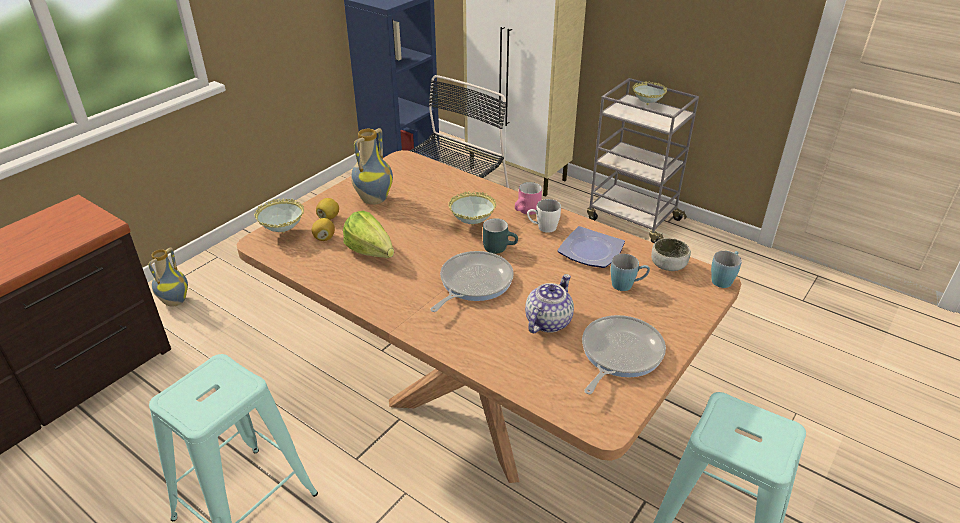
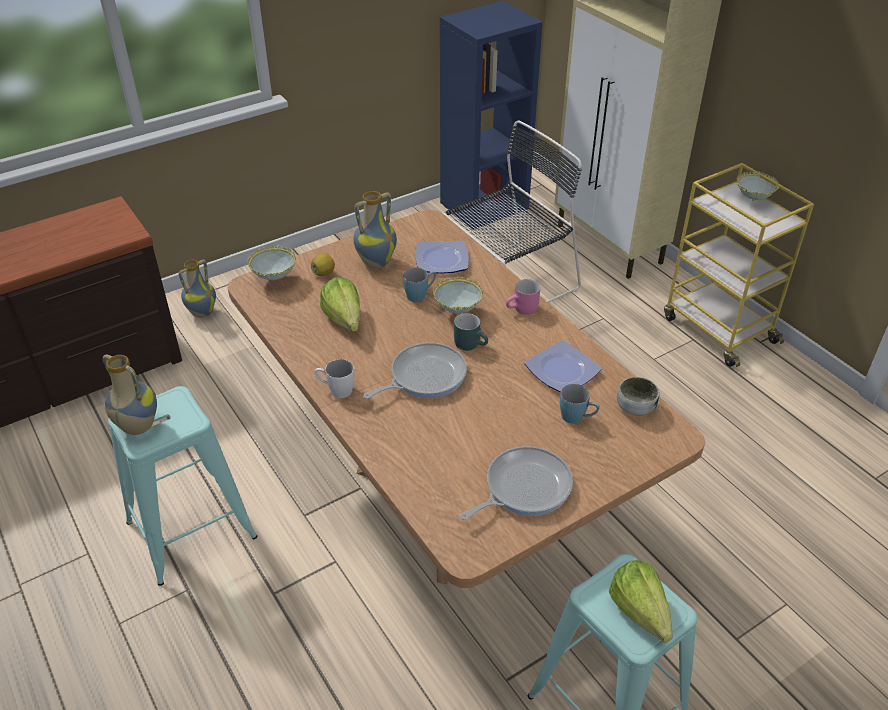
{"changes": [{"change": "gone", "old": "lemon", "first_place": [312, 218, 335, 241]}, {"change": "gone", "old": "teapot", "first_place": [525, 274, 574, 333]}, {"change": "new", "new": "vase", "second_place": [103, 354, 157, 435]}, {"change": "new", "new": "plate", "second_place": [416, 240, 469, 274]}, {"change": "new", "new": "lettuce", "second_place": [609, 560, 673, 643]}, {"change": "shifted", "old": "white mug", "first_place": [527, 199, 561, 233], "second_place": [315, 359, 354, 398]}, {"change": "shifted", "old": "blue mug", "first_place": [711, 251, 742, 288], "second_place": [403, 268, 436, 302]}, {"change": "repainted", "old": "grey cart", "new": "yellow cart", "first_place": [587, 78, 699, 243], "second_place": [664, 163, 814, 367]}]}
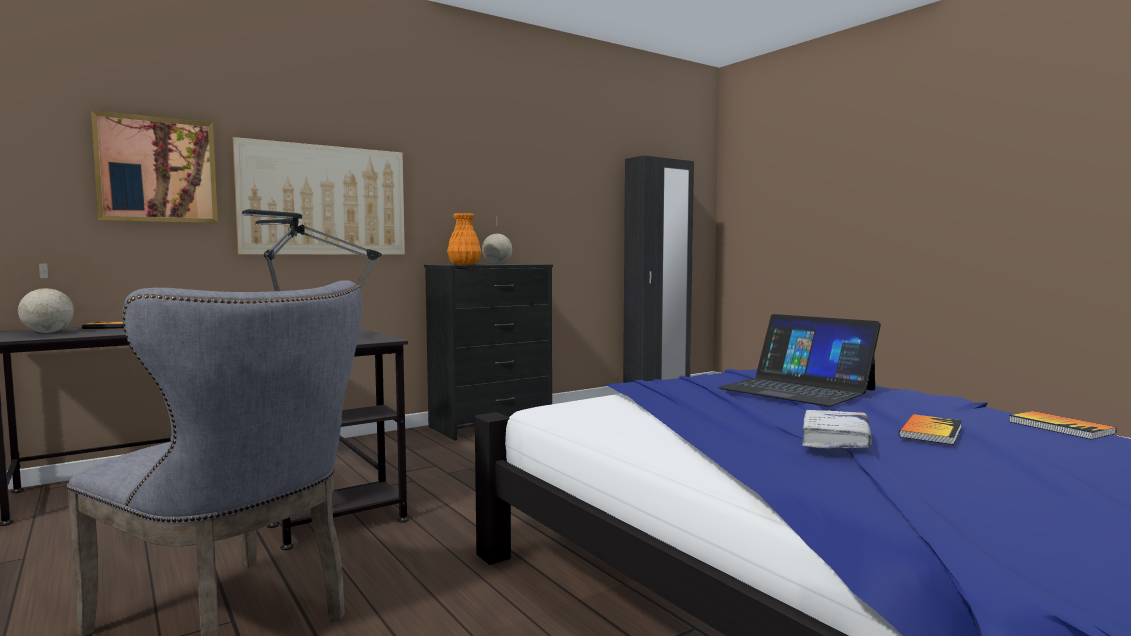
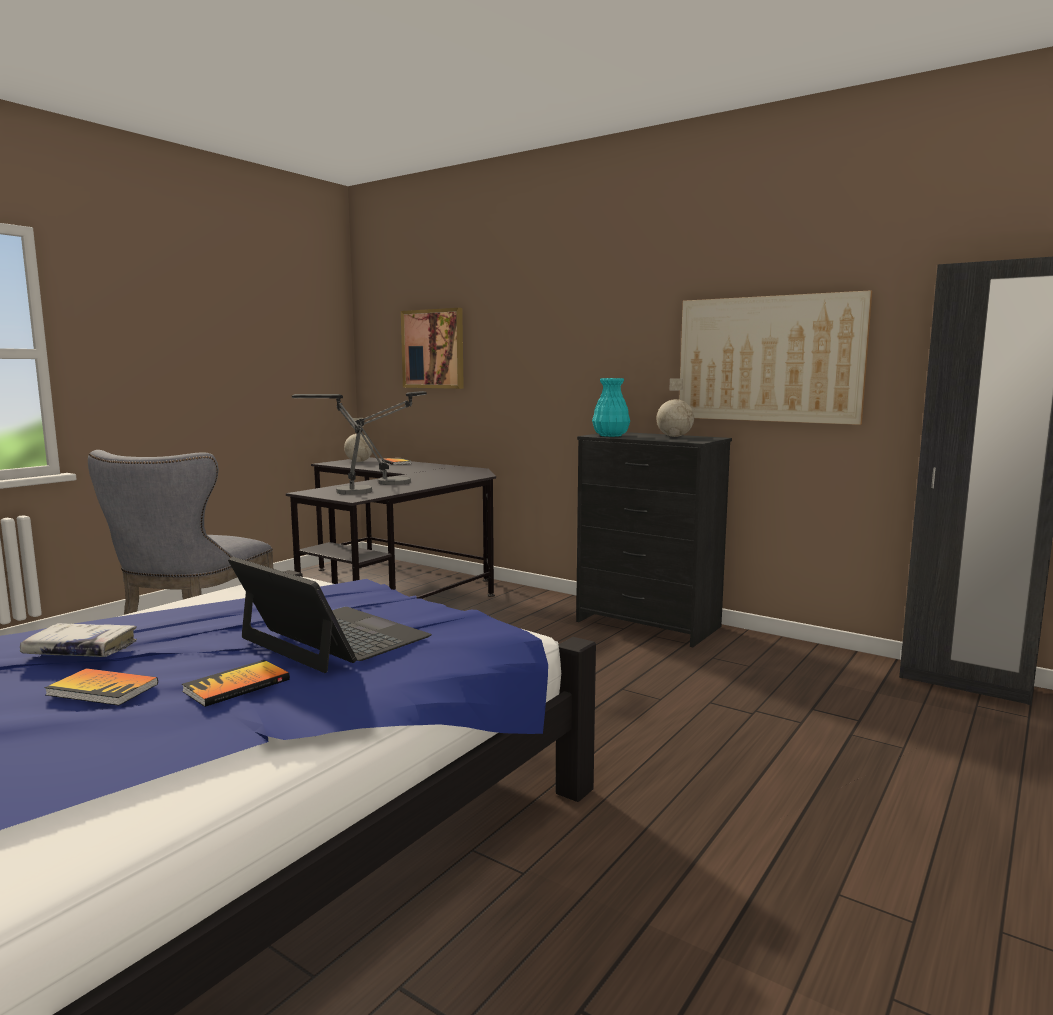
{"changes": [{"change": "shifted", "old": "picture", "first_place": [233, 137, 405, 255], "second_place": [679, 290, 872, 425]}, {"change": "shifted", "old": "book", "first_place": [1009, 411, 1117, 440], "second_place": [182, 660, 290, 707]}, {"change": "repainted", "old": "orange vase", "new": "turquoise vase", "first_place": [447, 213, 481, 265], "second_place": [592, 378, 630, 437]}, {"change": "rotated", "old": "laptop", "first_place": [718, 314, 881, 407], "second_place": [228, 557, 432, 673], "degrees": 105}]}
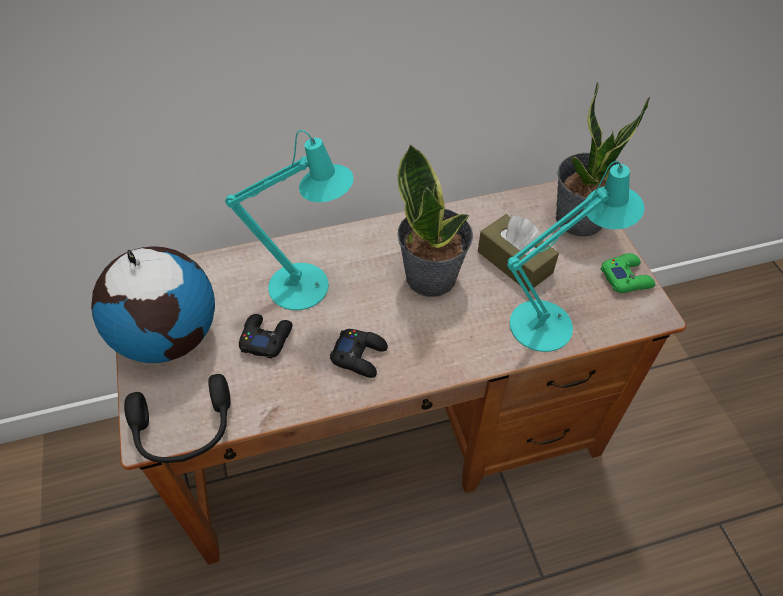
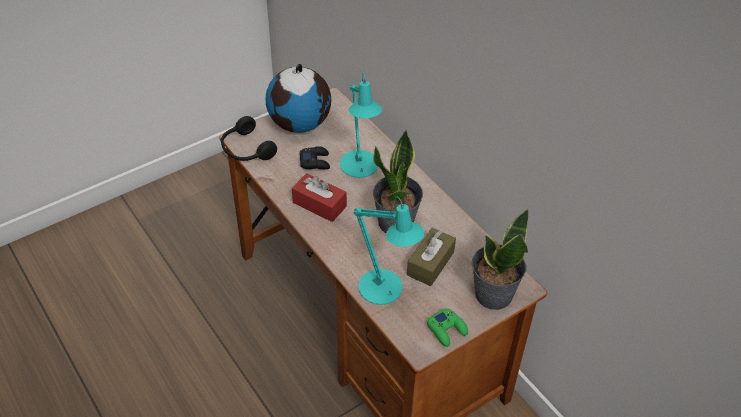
{"changes": [{"change": "swapped", "old": "black game controller", "new": "red tissue box", "first_place": [330, 329, 388, 378], "second_place": [292, 173, 347, 222]}]}
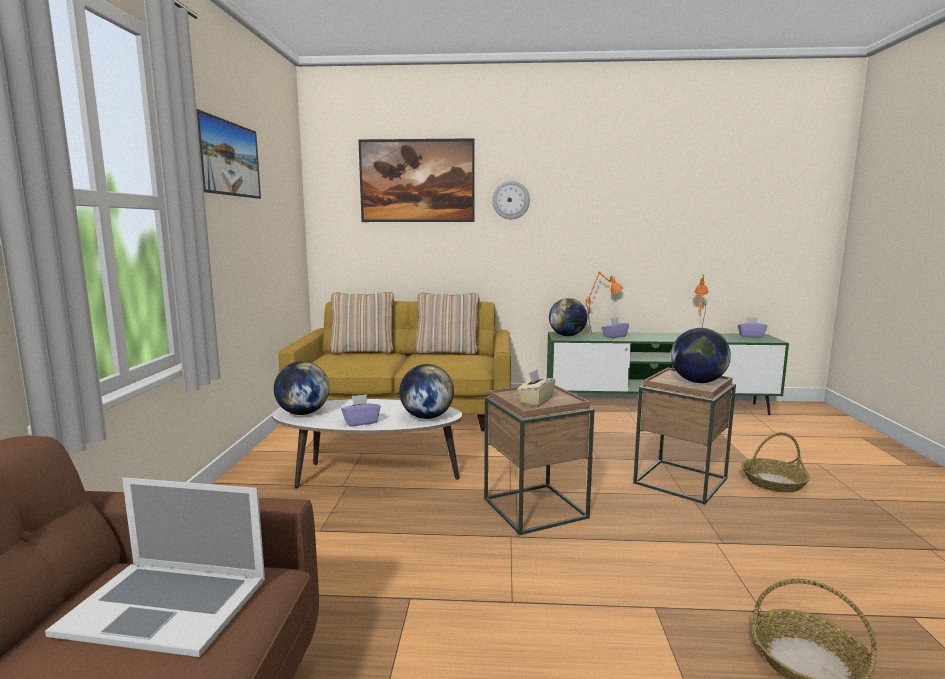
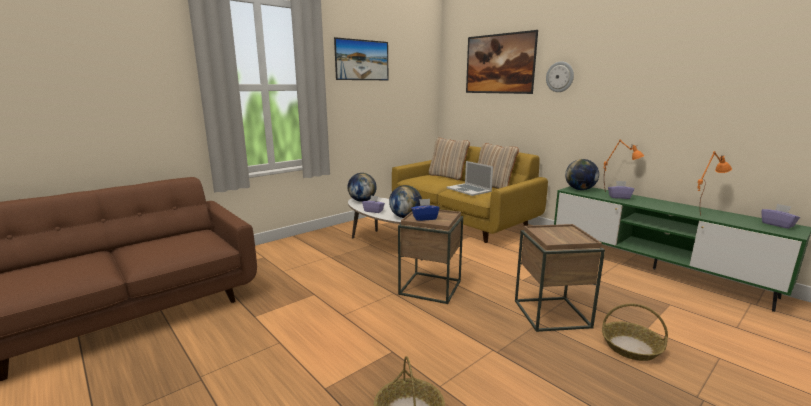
{"changes": [{"change": "gone", "old": "globe", "first_place": [671, 328, 731, 383]}, {"change": "shifted", "old": "laptop", "first_place": [45, 477, 265, 657], "second_place": [446, 161, 493, 196]}, {"change": "repainted", "old": "beige tissue box", "new": "blue tissue box", "first_place": [517, 370, 555, 407], "second_place": [411, 199, 439, 221]}]}
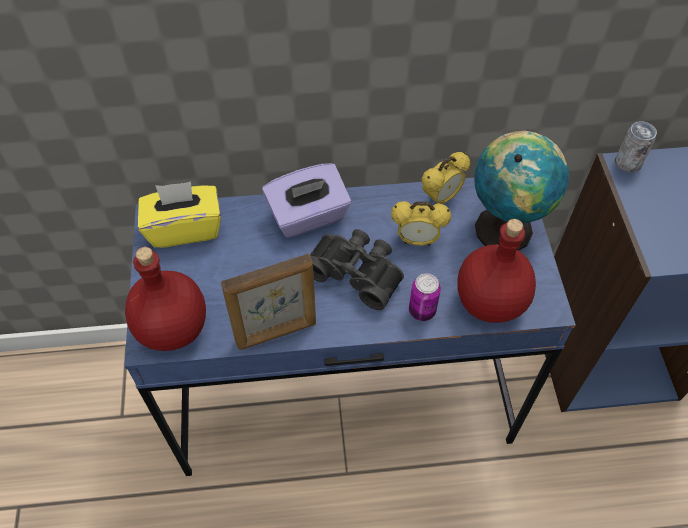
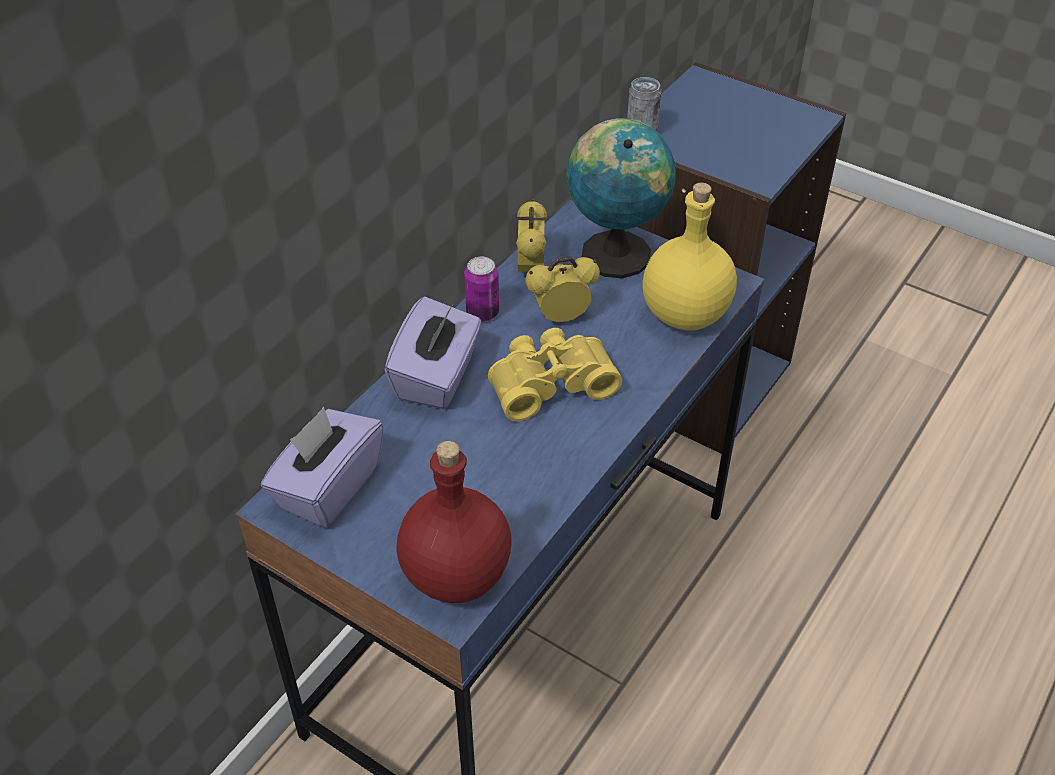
{"changes": [{"change": "gone", "old": "picture frame", "first_place": [221, 254, 316, 350]}, {"change": "shifted", "old": "can", "first_place": [409, 273, 441, 321], "second_place": [464, 257, 499, 322]}, {"change": "repainted", "old": "yellow tissue box", "new": "purple tissue box", "first_place": [138, 182, 221, 248], "second_place": [261, 407, 384, 528]}, {"change": "repainted", "old": "black binoculars", "new": "yellow binoculars", "first_place": [310, 229, 404, 310], "second_place": [488, 328, 622, 421]}, {"change": "repainted", "old": "red bottle", "new": "yellow bottle", "first_place": [458, 219, 536, 323], "second_place": [642, 183, 737, 331]}, {"change": "rotated", "old": "alarm clock", "first_place": [391, 201, 451, 246], "second_place": [525, 256, 600, 322], "degrees": -150}]}
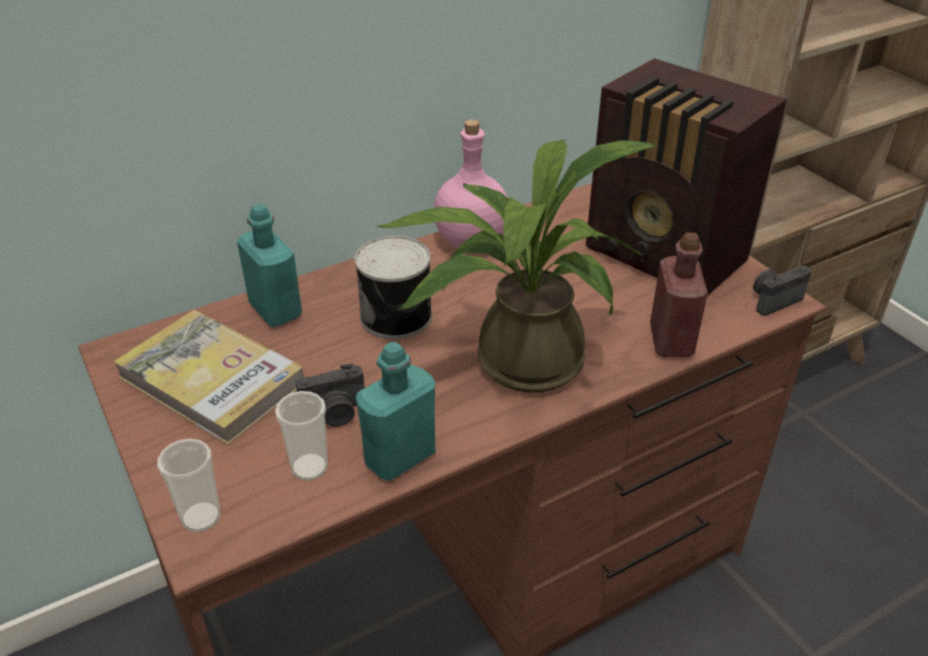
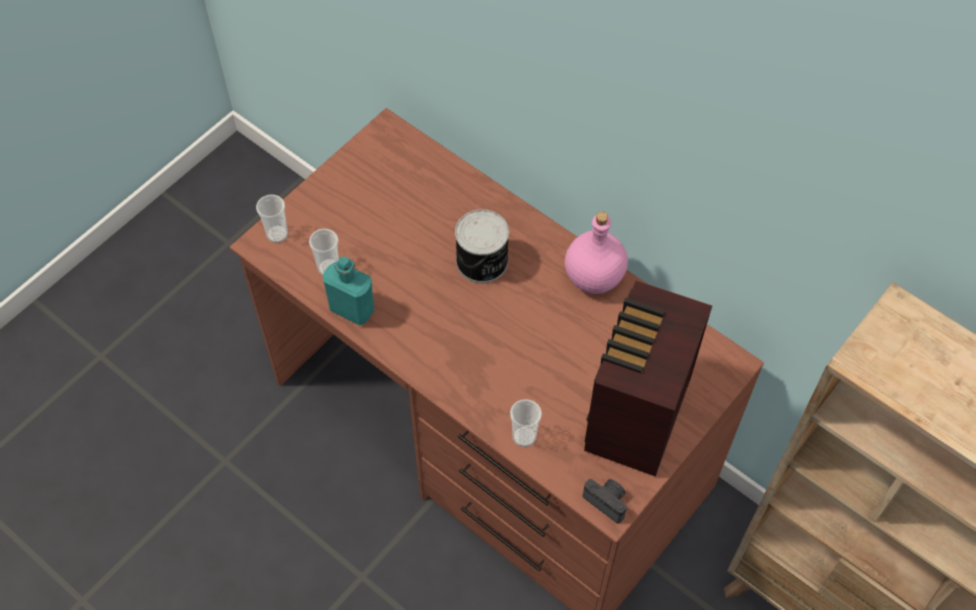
{"changes": [{"change": "gone", "old": "book", "first_place": [114, 310, 304, 445]}, {"change": "gone", "old": "turquoise bottle", "first_place": [237, 204, 302, 327]}, {"change": "gone", "old": "photo camera", "first_place": [295, 363, 365, 427]}, {"change": "gone", "old": "potted plant", "first_place": [377, 140, 658, 393]}, {"change": "swapped", "old": "red bottle", "new": "cup", "first_place": [650, 233, 708, 358], "second_place": [510, 399, 542, 447]}]}
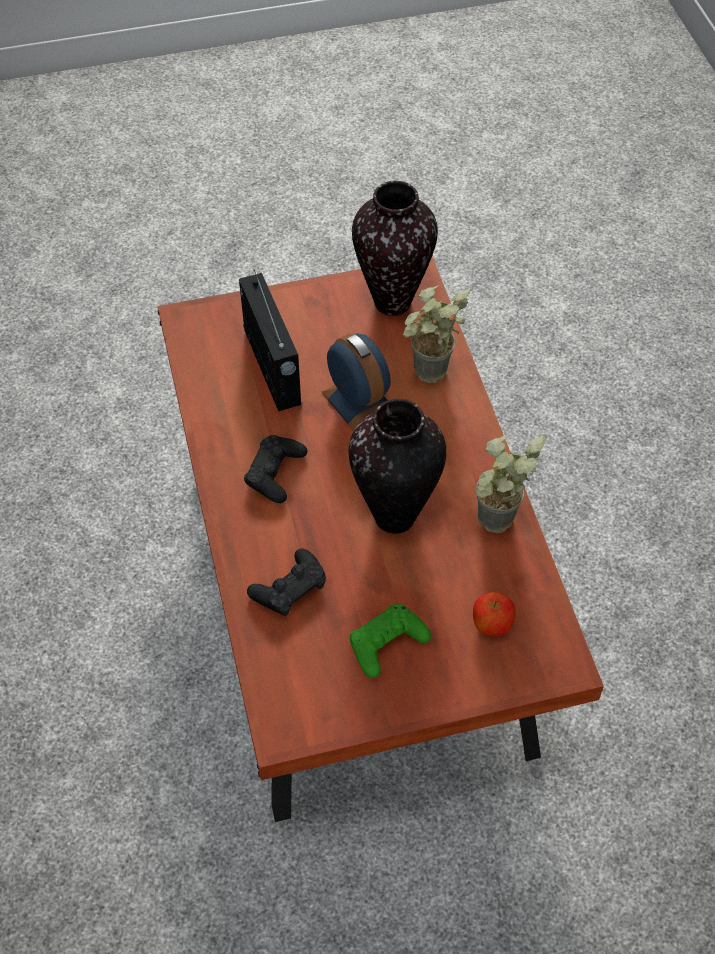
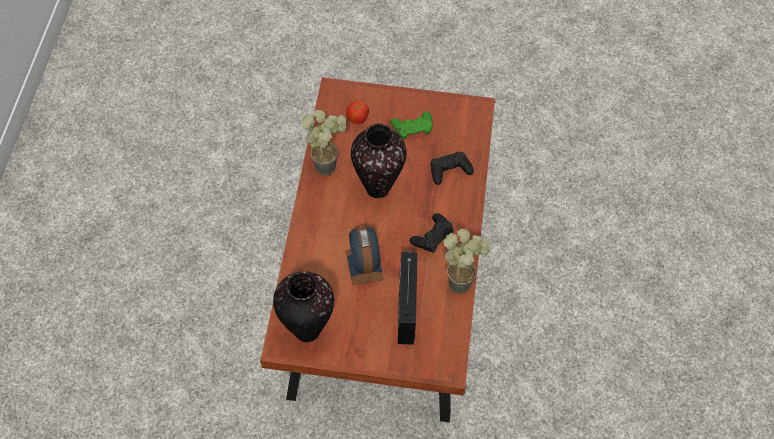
{"changes": [{"change": "shifted", "old": "potted plant", "first_place": [403, 285, 472, 383], "second_place": [443, 229, 491, 294]}]}
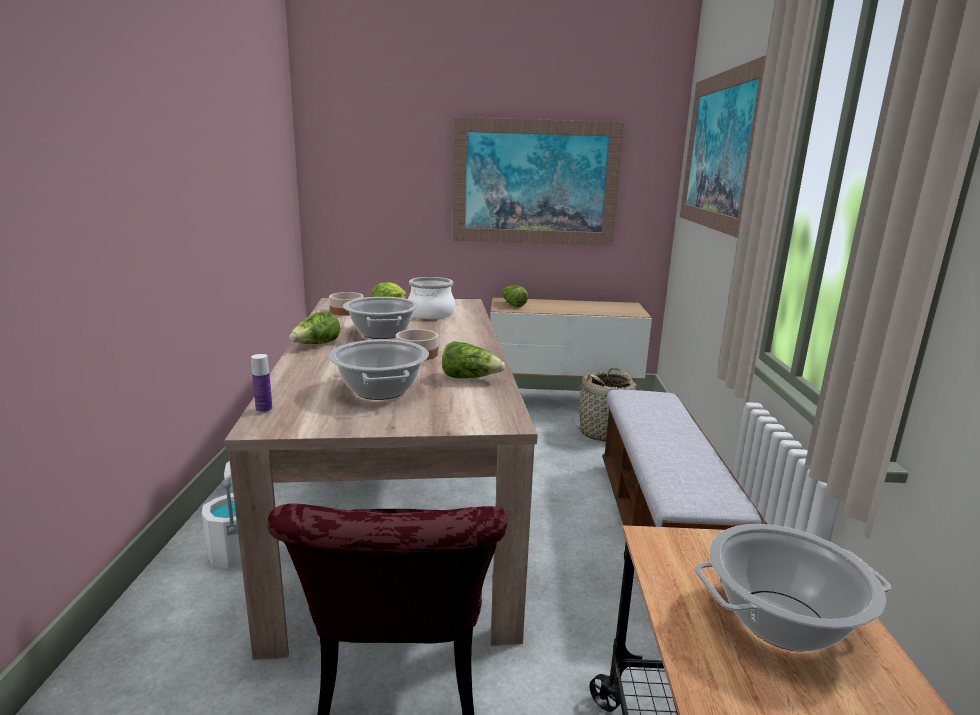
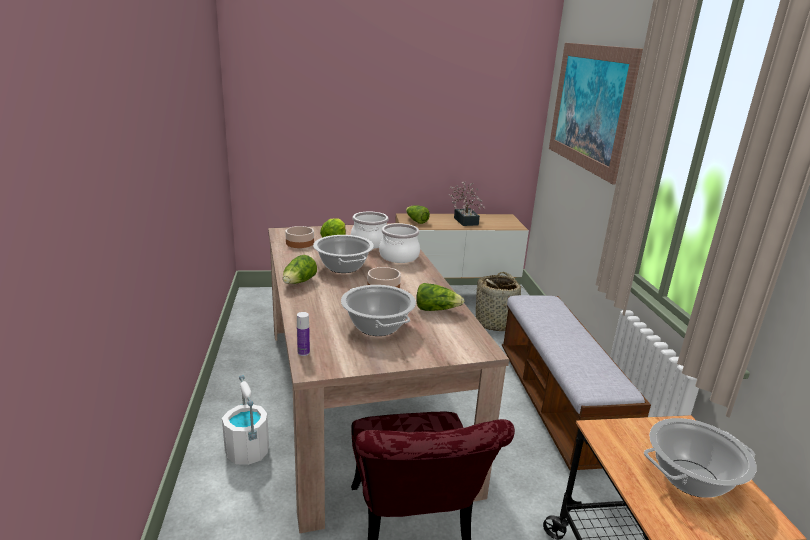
{"changes": [{"change": "gone", "old": "picture", "first_place": [453, 117, 624, 246]}, {"change": "new", "new": "cooking pot", "second_place": [379, 223, 420, 263]}, {"change": "new", "new": "potted plant", "second_place": [449, 181, 485, 226]}]}
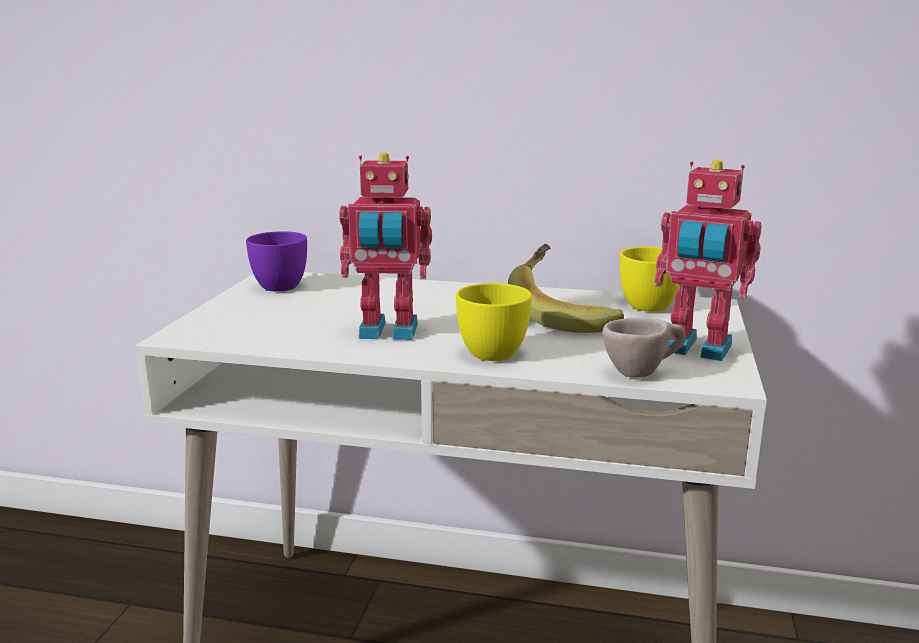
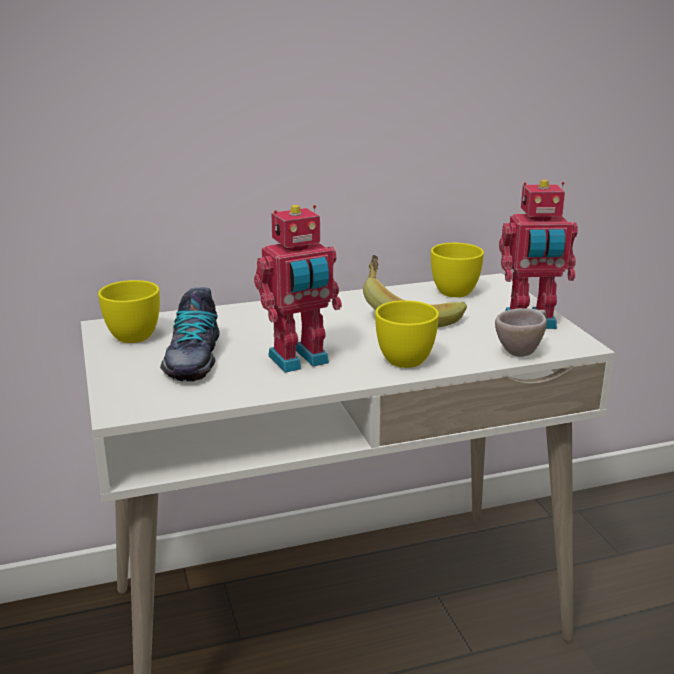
{"changes": [{"change": "new", "new": "shoe", "second_place": [160, 287, 220, 382]}, {"change": "repainted", "old": "purple cup", "new": "yellow cup", "first_place": [246, 231, 307, 292], "second_place": [98, 280, 160, 343]}]}
